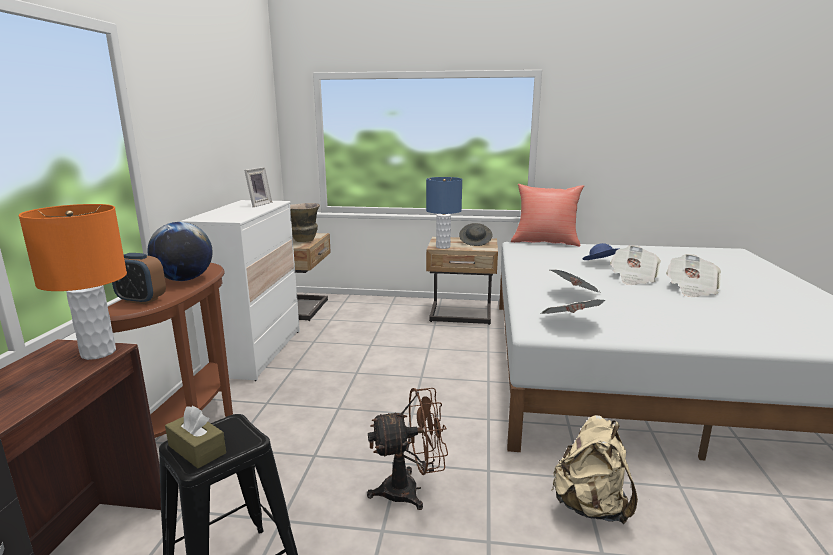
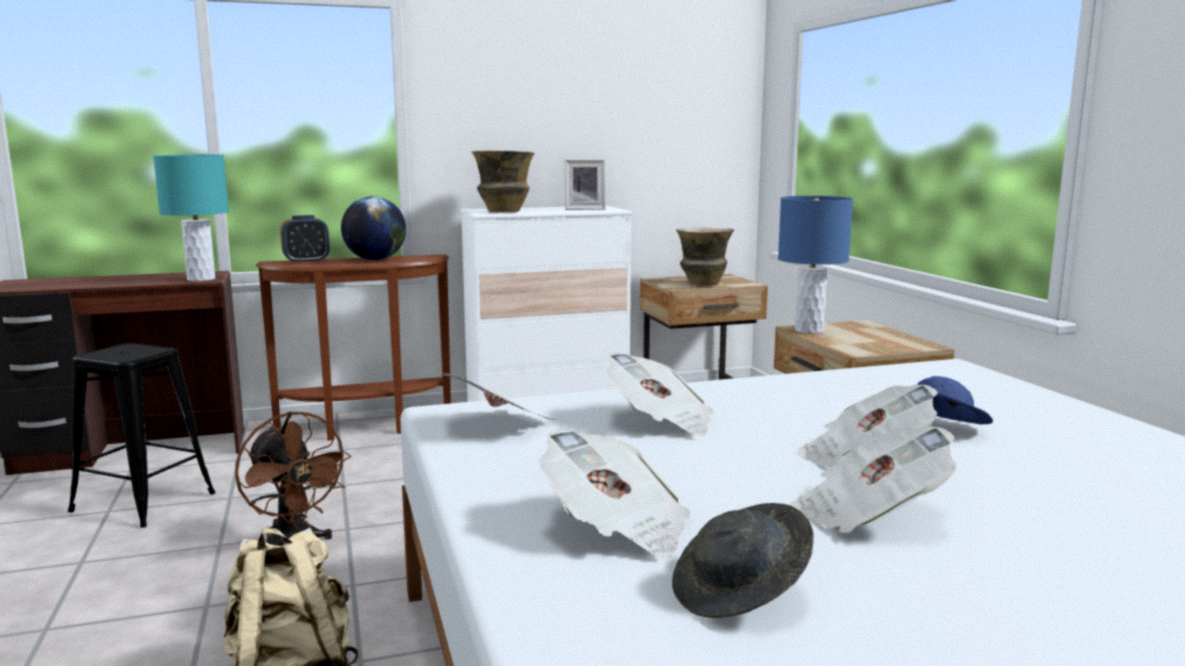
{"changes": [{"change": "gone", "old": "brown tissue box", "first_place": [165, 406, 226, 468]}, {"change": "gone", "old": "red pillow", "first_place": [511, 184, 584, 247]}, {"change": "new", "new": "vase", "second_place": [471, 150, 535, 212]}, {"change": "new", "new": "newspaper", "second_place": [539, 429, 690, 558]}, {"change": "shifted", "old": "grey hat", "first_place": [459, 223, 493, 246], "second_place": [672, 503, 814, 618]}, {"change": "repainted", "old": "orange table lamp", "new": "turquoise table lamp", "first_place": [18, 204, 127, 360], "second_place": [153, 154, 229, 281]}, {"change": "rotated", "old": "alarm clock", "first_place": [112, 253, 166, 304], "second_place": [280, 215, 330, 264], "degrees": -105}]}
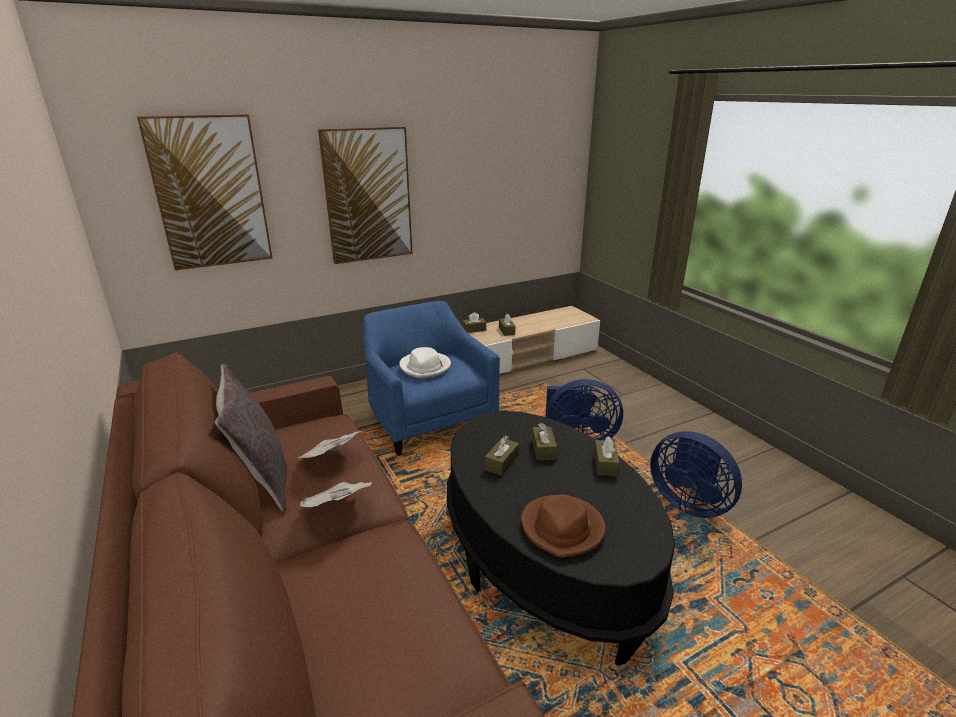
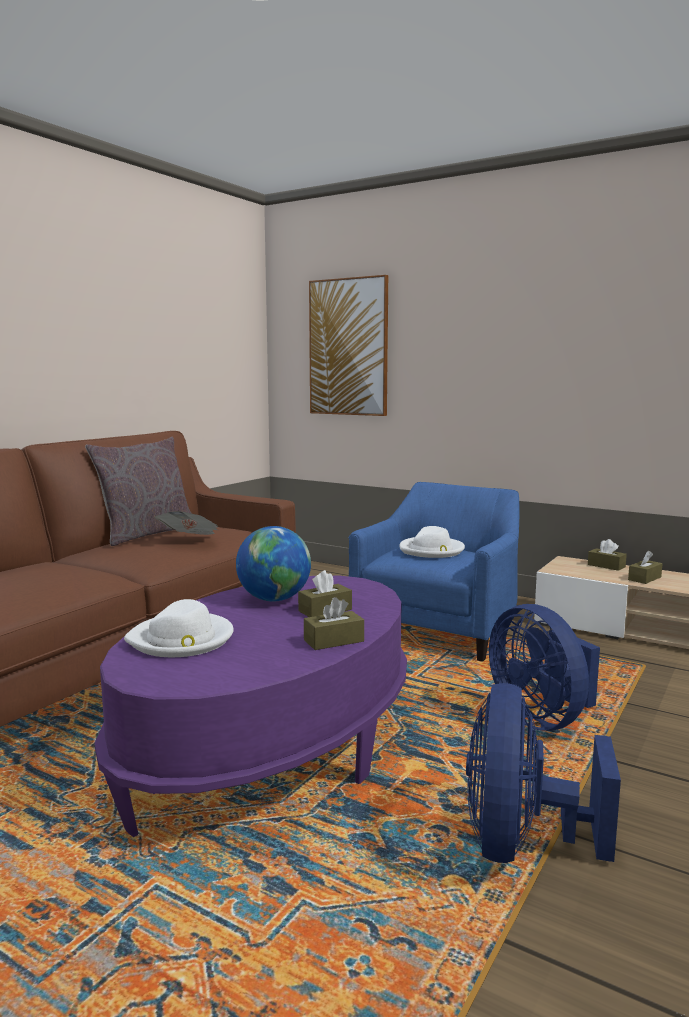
{"changes": [{"change": "gone", "old": "newspaper", "first_place": [300, 482, 372, 507]}, {"change": "gone", "old": "picture", "first_place": [318, 127, 413, 264]}, {"change": "swapped", "old": "brown tissue box", "new": "globe", "first_place": [485, 436, 519, 476], "second_place": [236, 526, 311, 602]}, {"change": "repainted", "old": "black coffee table", "new": "purple coffee table", "first_place": [447, 411, 675, 666], "second_place": [95, 576, 407, 837]}, {"change": "repainted", "old": "brown hat", "new": "white hat", "first_place": [521, 494, 606, 558], "second_place": [124, 599, 234, 657]}]}
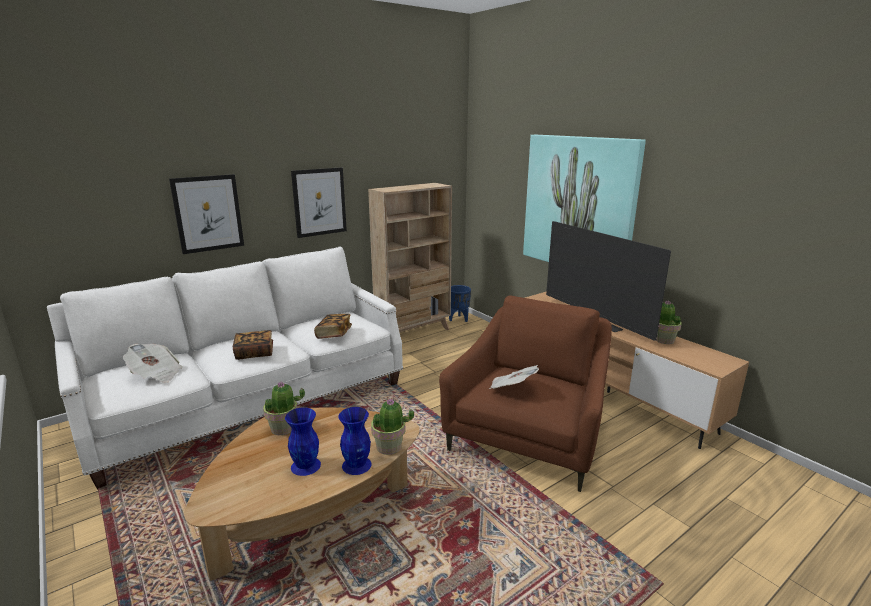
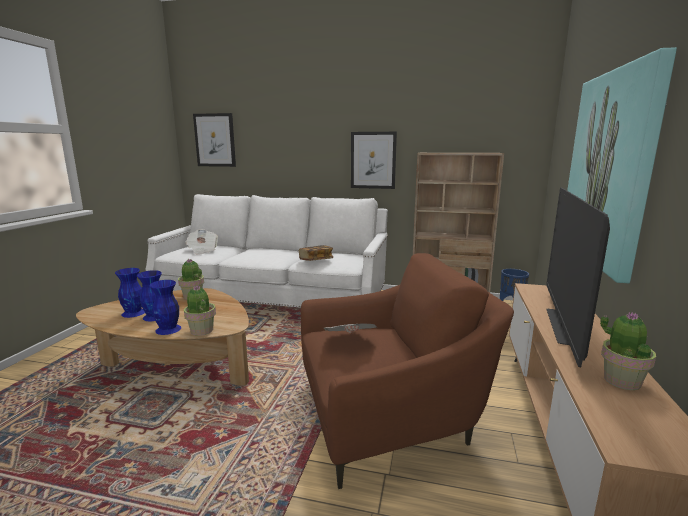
{"changes": [{"change": "gone", "old": "book", "first_place": [233, 330, 273, 360]}, {"change": "new", "new": "blue vase", "second_place": [115, 268, 145, 318]}, {"change": "shifted", "old": "picture", "first_place": [169, 174, 244, 254], "second_place": [193, 113, 236, 167]}]}
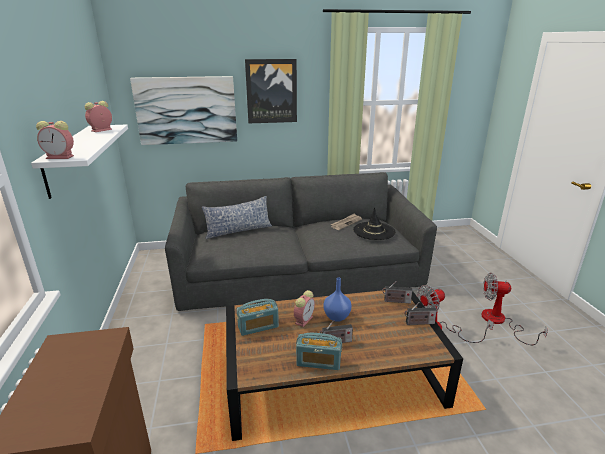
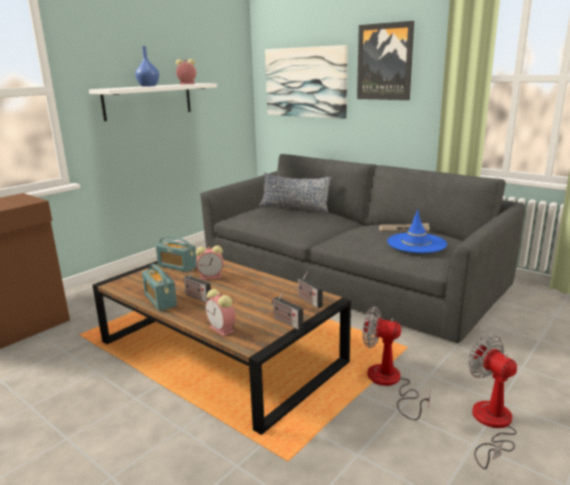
{"changes": [{"change": "shifted", "old": "alarm clock", "first_place": [36, 121, 74, 159], "second_place": [206, 289, 235, 336]}, {"change": "shifted", "old": "blue vase", "first_place": [323, 278, 352, 322], "second_place": [135, 46, 159, 87]}, {"change": "repainted", "old": "black hat", "new": "blue hat", "first_place": [353, 208, 395, 240], "second_place": [387, 209, 447, 253]}]}
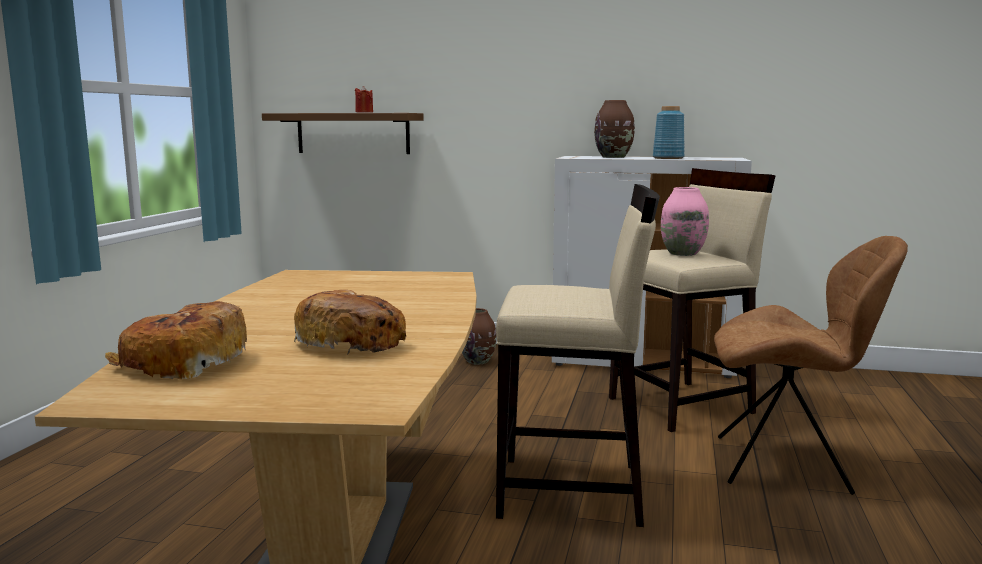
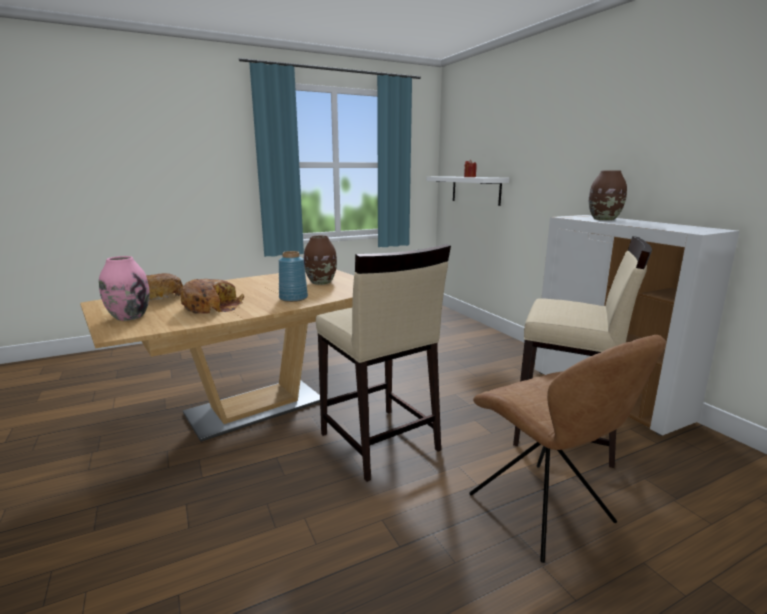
{"changes": [{"change": "shifted", "old": "brown vase", "first_place": [462, 308, 496, 365], "second_place": [304, 236, 337, 285]}, {"change": "shifted", "old": "blue vase", "first_place": [653, 106, 685, 159], "second_place": [279, 251, 308, 302]}, {"change": "shifted", "old": "pink vase", "first_place": [661, 187, 709, 256], "second_place": [99, 256, 150, 321]}, {"change": "repainted", "old": "brown shelf", "new": "white shelf", "first_place": [262, 113, 424, 154], "second_place": [426, 176, 509, 206]}]}
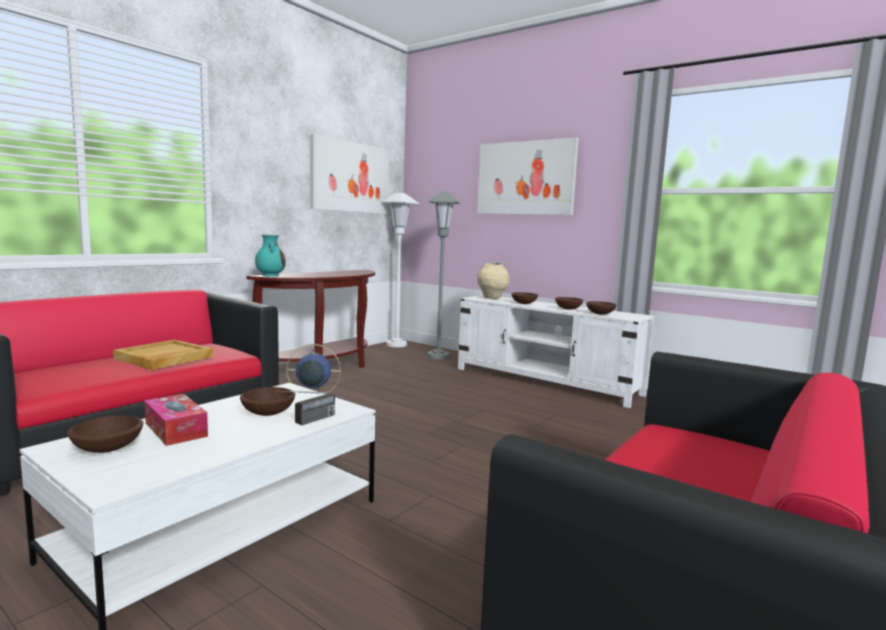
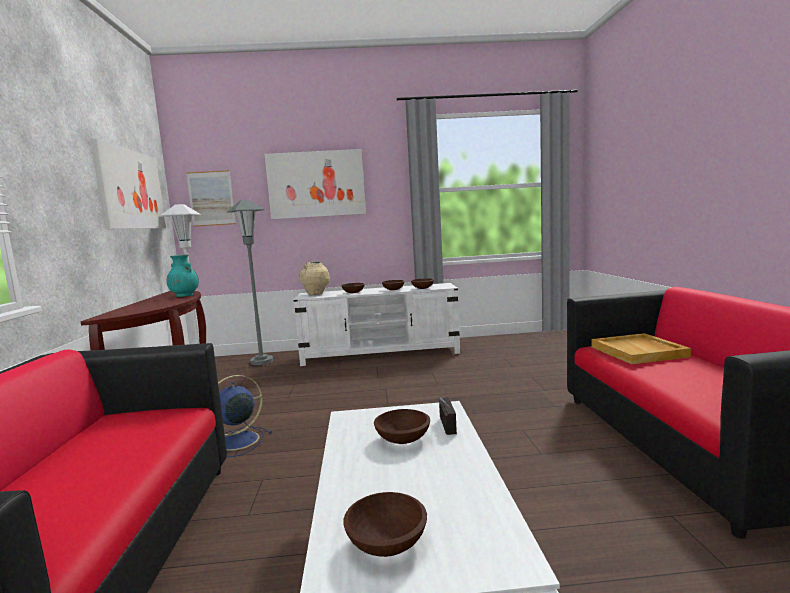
{"changes": [{"change": "gone", "old": "tissue box", "first_place": [145, 394, 208, 446]}, {"change": "new", "new": "picture", "second_place": [186, 170, 236, 227]}, {"change": "shifted", "old": "beige tray", "first_place": [113, 340, 214, 370], "second_place": [591, 333, 691, 364]}, {"change": "shifted", "old": "turquoise vase", "first_place": [255, 235, 286, 277], "second_place": [167, 254, 199, 297]}]}
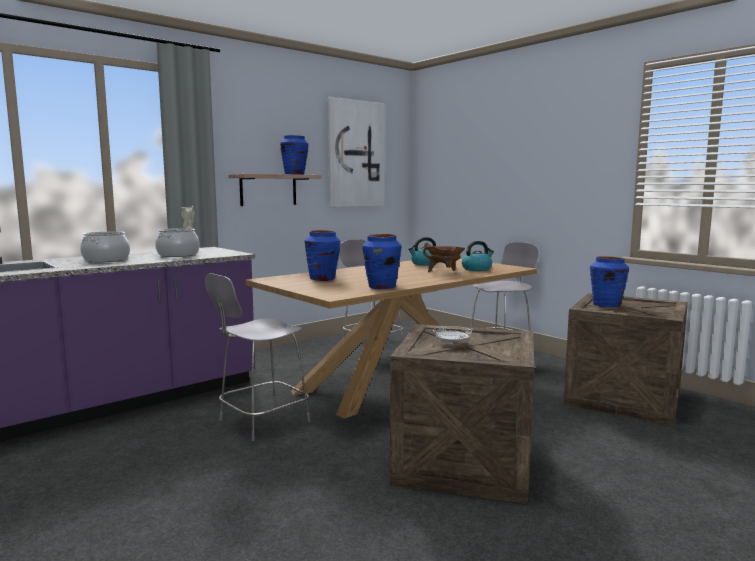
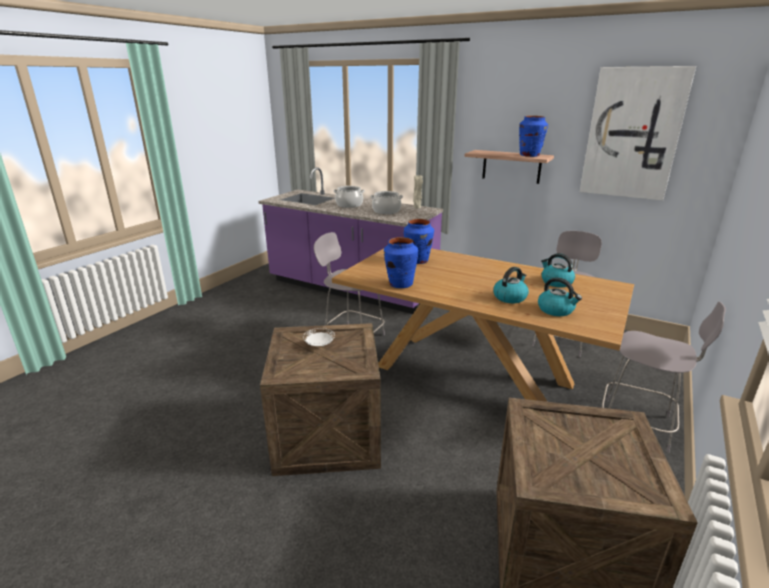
{"changes": [{"change": "gone", "old": "blue vase", "first_place": [590, 256, 629, 307]}, {"change": "swapped", "old": "brown cooking pot", "new": "kettle", "first_place": [423, 243, 465, 272], "second_place": [493, 267, 529, 303]}]}
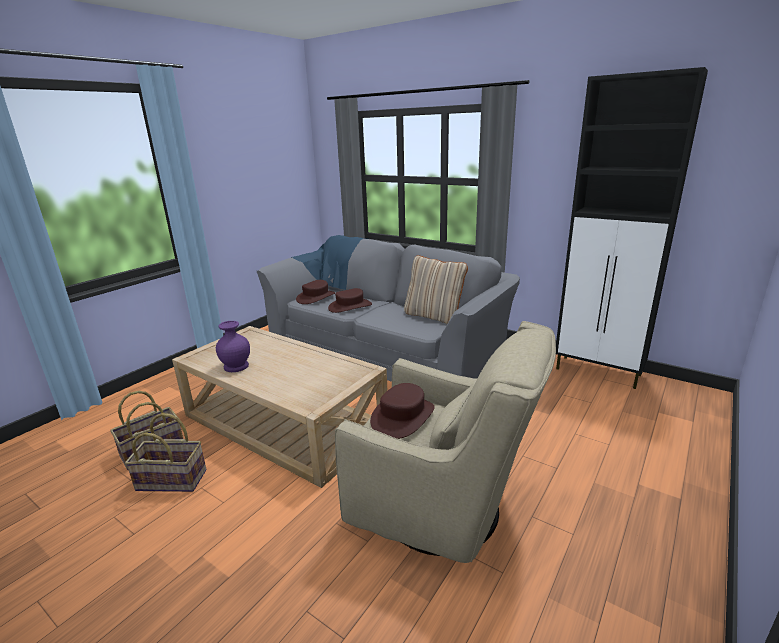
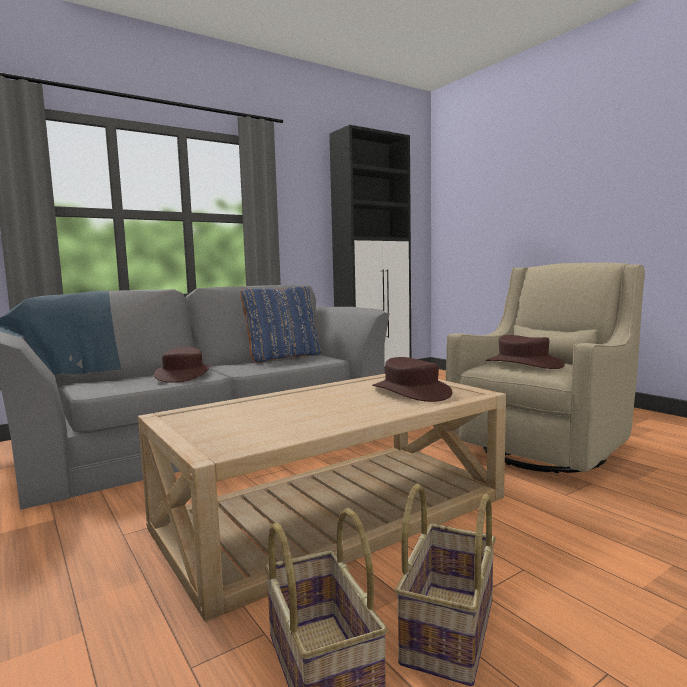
{"changes": [{"change": "gone", "old": "purple vase", "first_place": [216, 321, 250, 372]}, {"change": "shifted", "old": "brown hat", "first_place": [296, 280, 335, 304], "second_place": [372, 357, 452, 402]}, {"change": "repainted", "old": "beige pillow", "new": "blue pillow", "first_place": [404, 255, 468, 324], "second_place": [240, 286, 321, 363]}]}
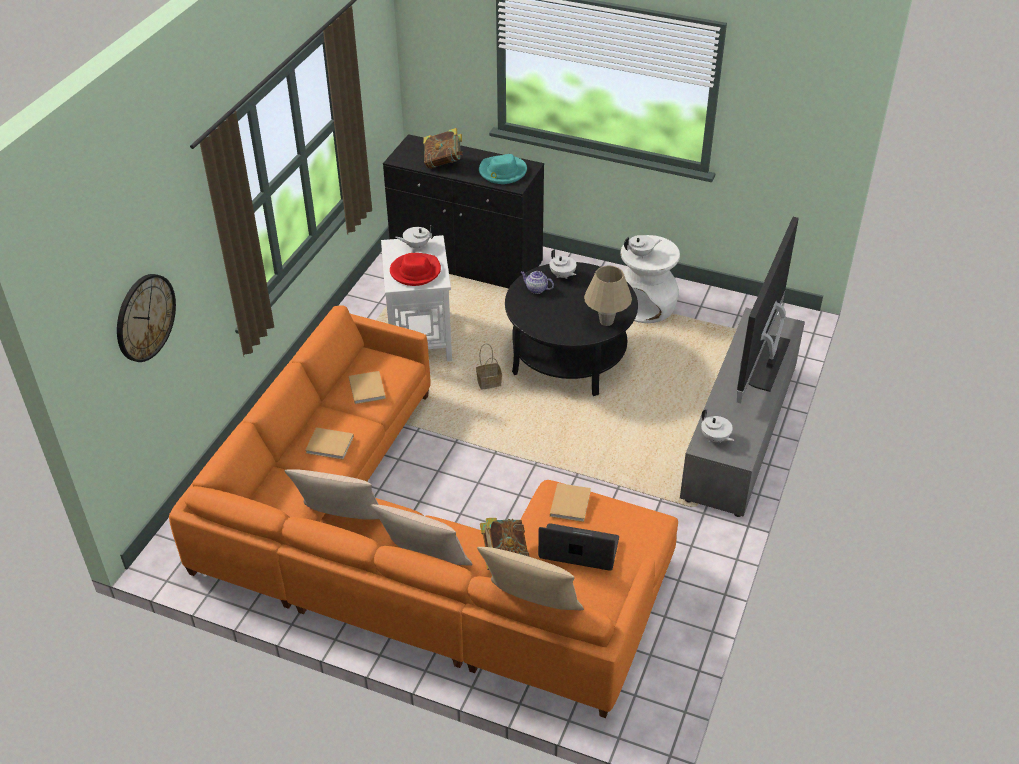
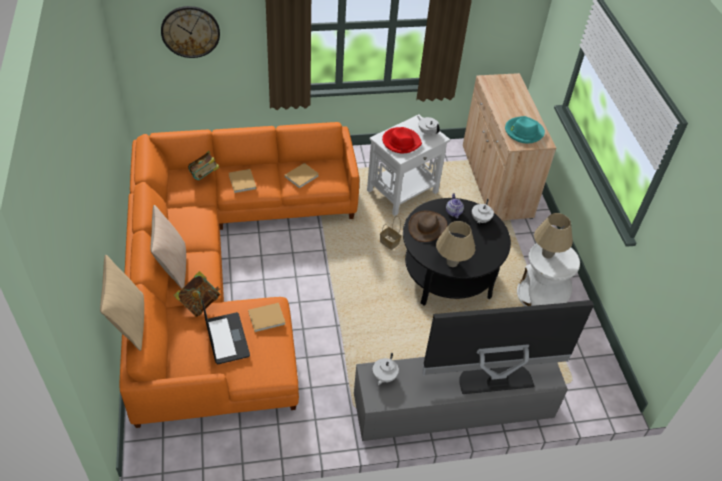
{"changes": [{"change": "gone", "old": "beige pillow", "first_place": [284, 469, 379, 519]}, {"change": "new", "new": "brown hat", "second_place": [408, 211, 447, 242]}, {"change": "shifted", "old": "book", "first_place": [423, 128, 462, 168], "second_place": [188, 151, 220, 180]}, {"change": "swapped", "old": "white teapot", "new": "beige table lamp", "first_place": [624, 235, 661, 258], "second_place": [534, 213, 573, 259]}, {"change": "repainted", "old": "black cabinet", "new": "beige cabinet", "first_place": [383, 134, 544, 289], "second_place": [463, 73, 556, 220]}]}
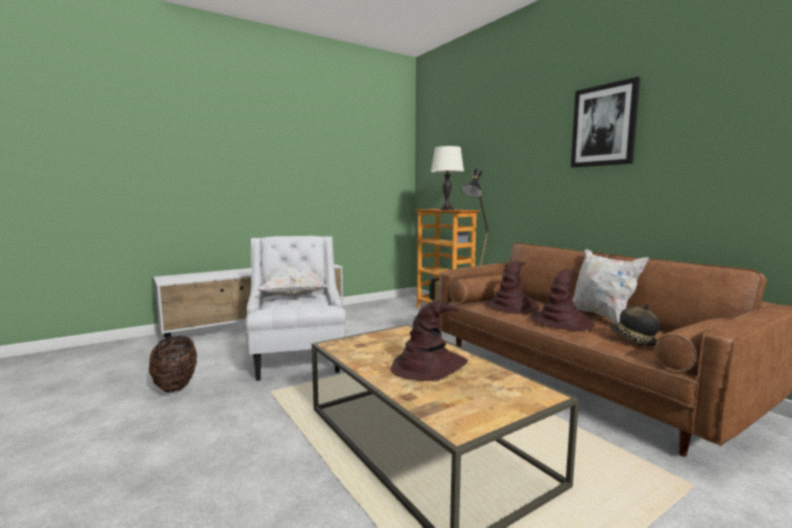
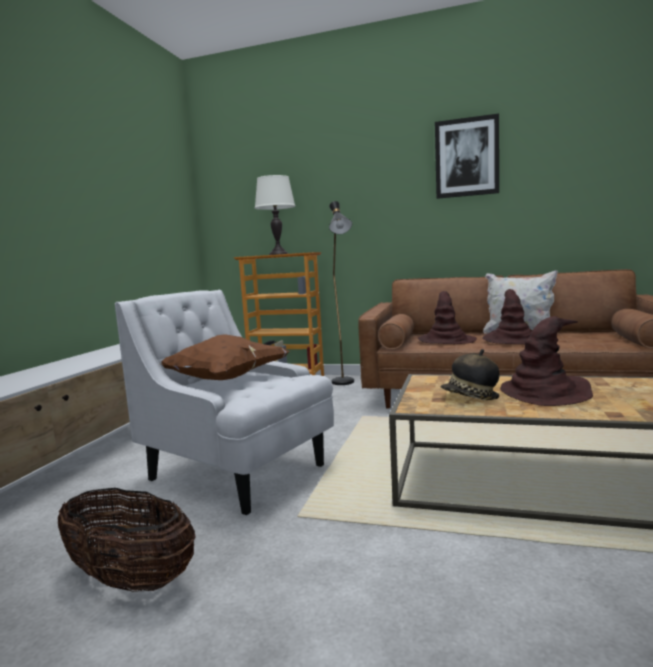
{"changes": [{"change": "shifted", "old": "hat", "first_place": [609, 305, 660, 346], "second_place": [441, 349, 499, 400]}, {"change": "repainted", "old": "white pillow", "new": "brown pillow", "first_place": [256, 267, 327, 297], "second_place": [161, 334, 290, 380]}]}
